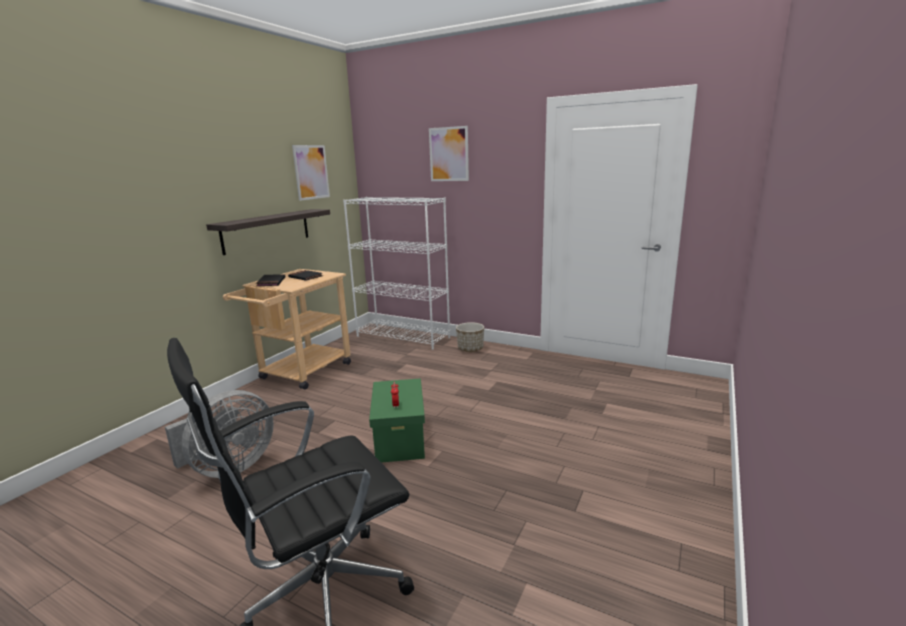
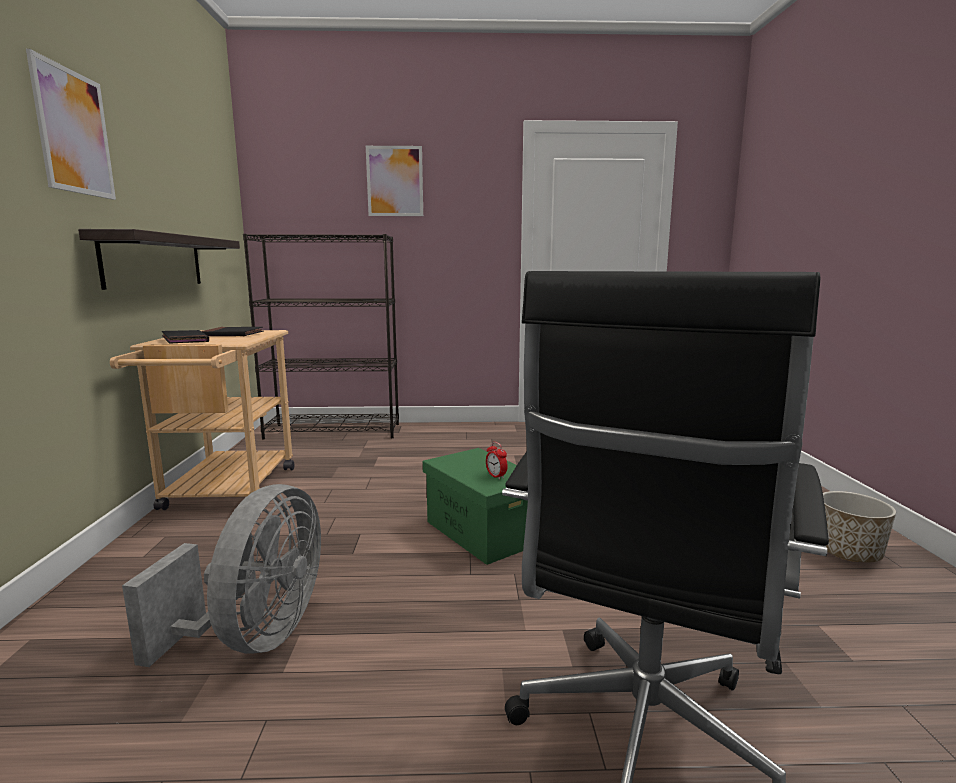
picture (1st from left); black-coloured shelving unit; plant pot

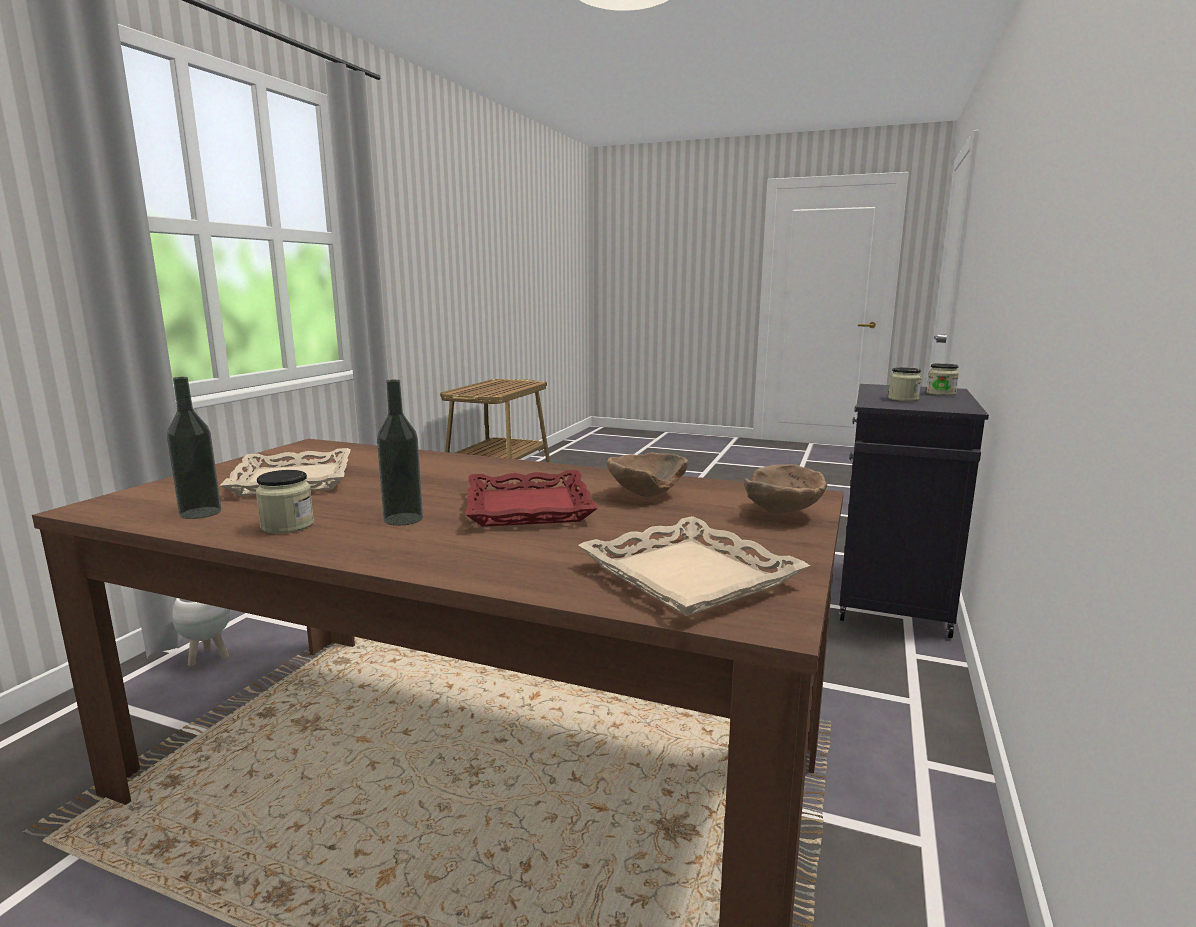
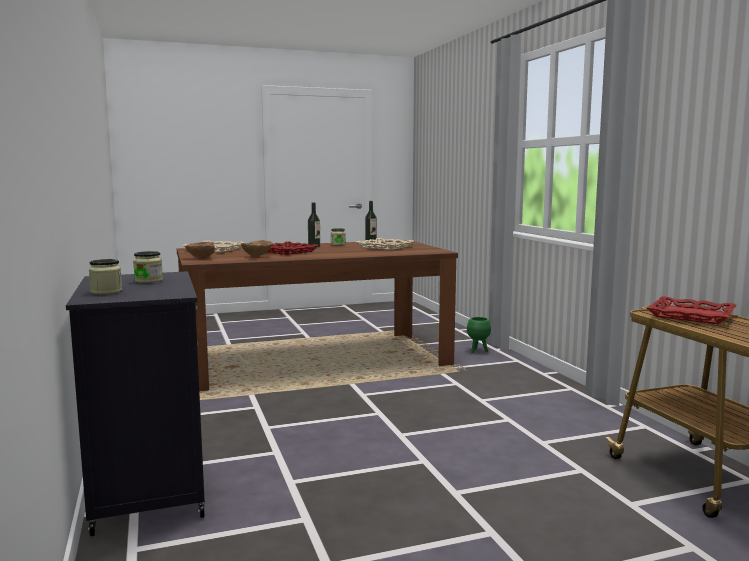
green plant pot; reddish carrying tray (2nd from left)

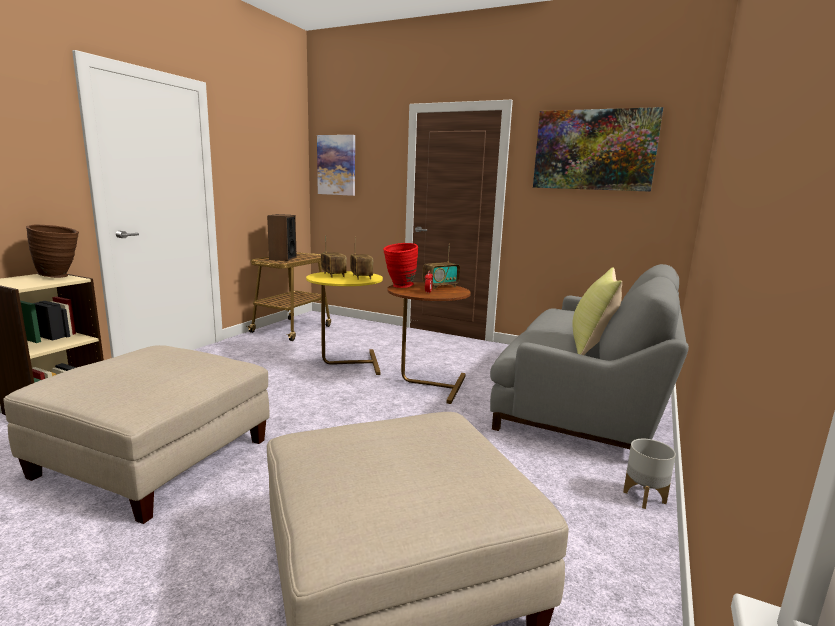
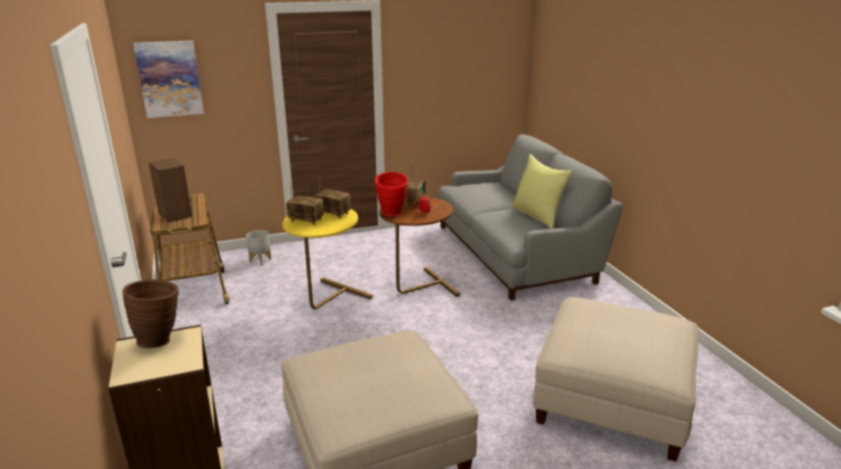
picture (2nd from left in the first image); grey plant pot

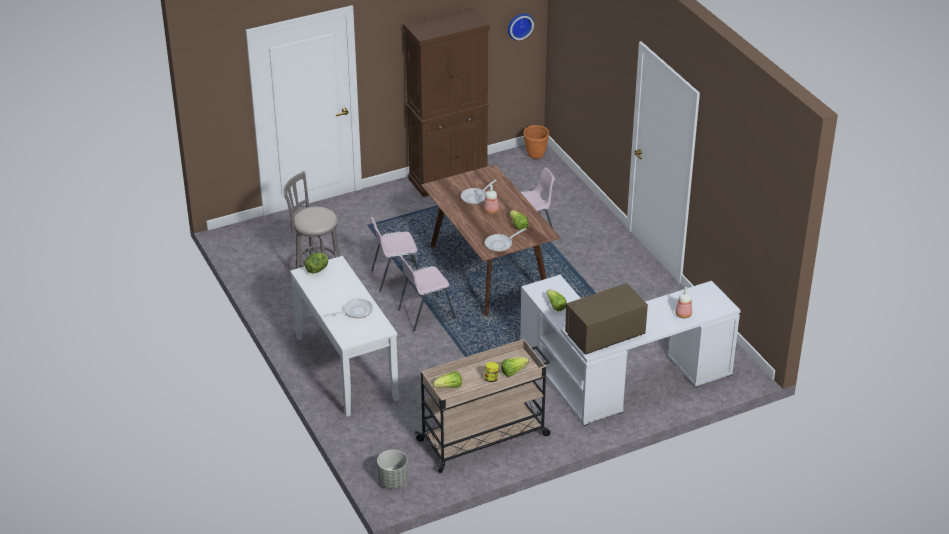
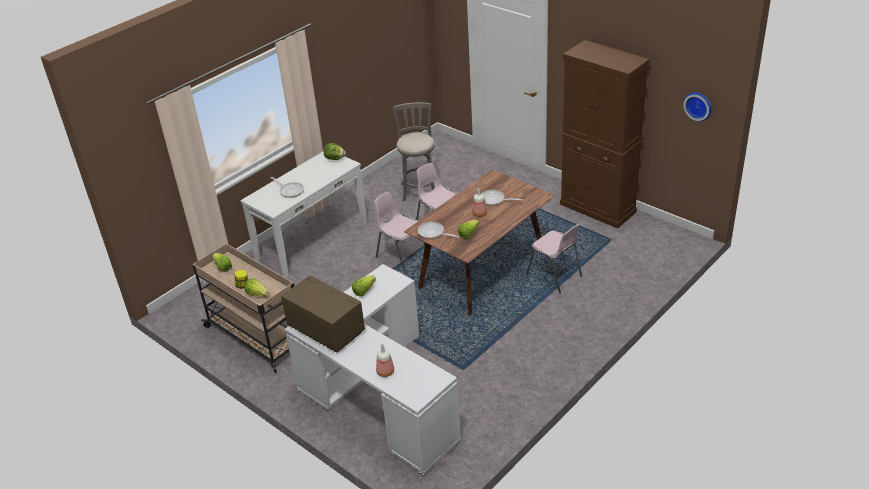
grey plant pot; orange-coloured plant pot

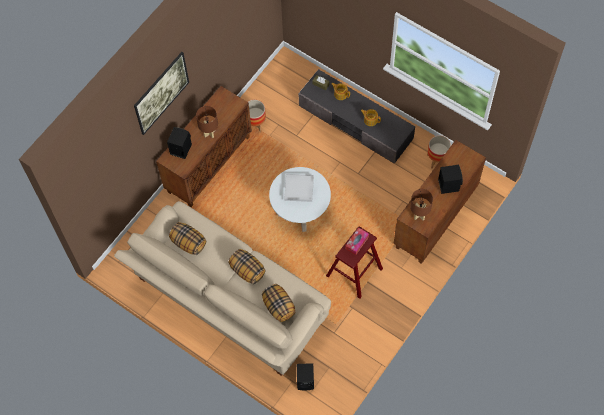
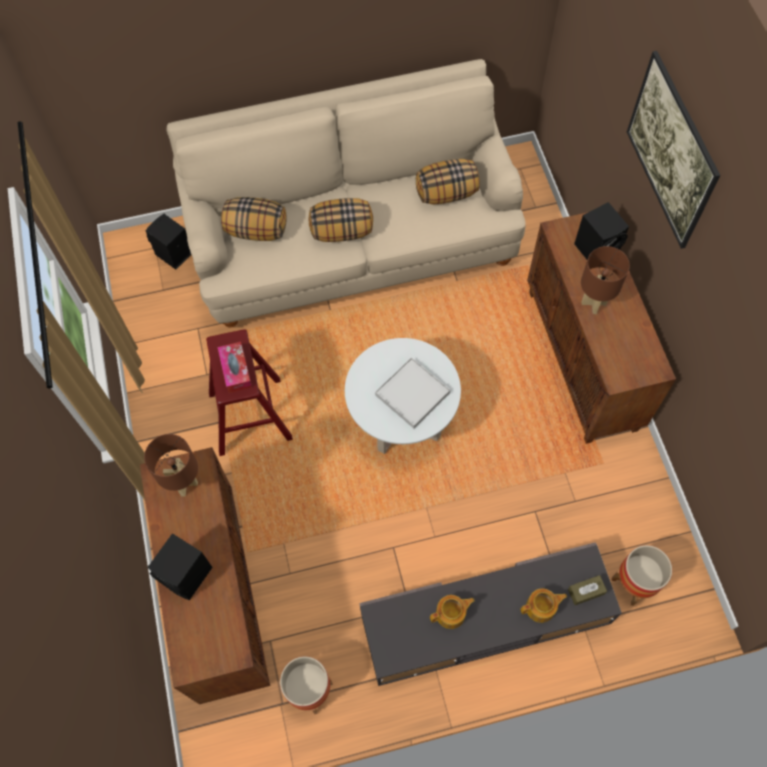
plant pot (2nd from left)

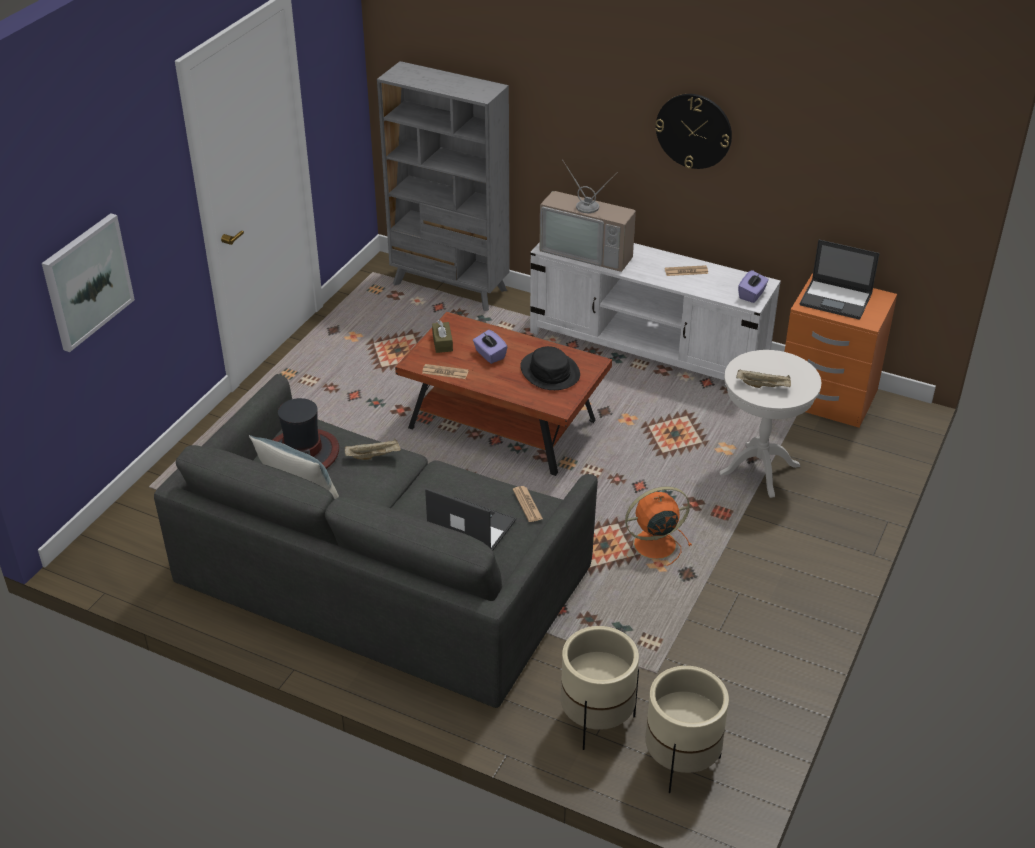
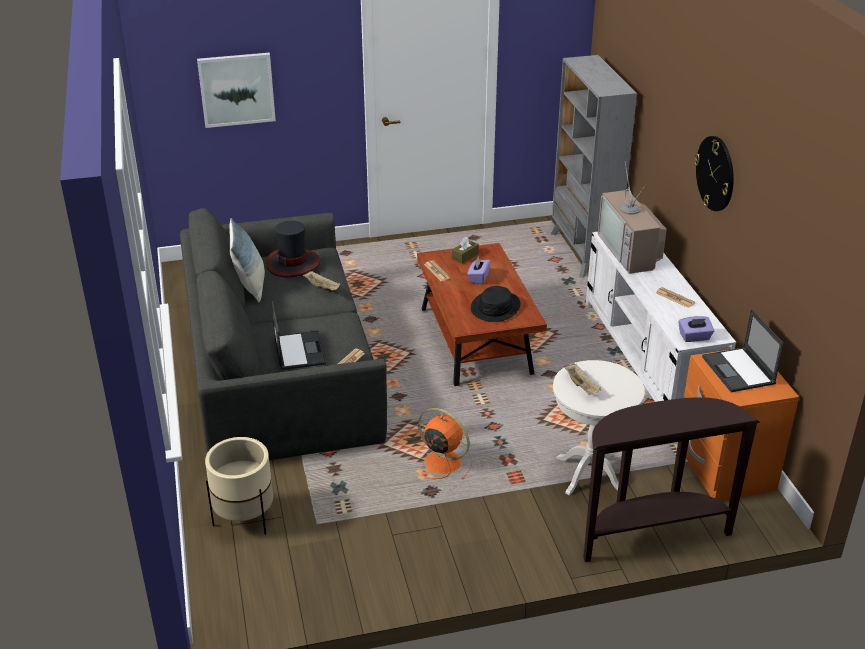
sand-coloured plant pot (2nd from left in the first image); brown narrow table

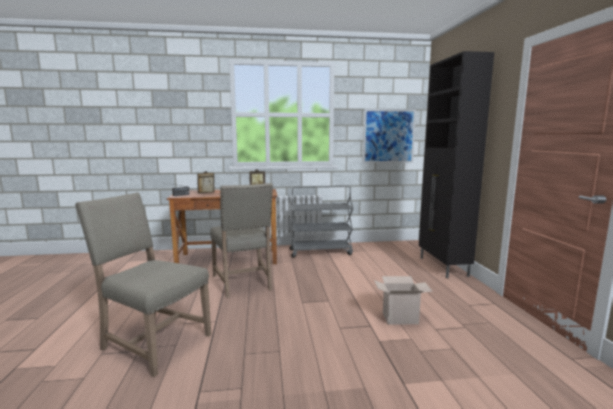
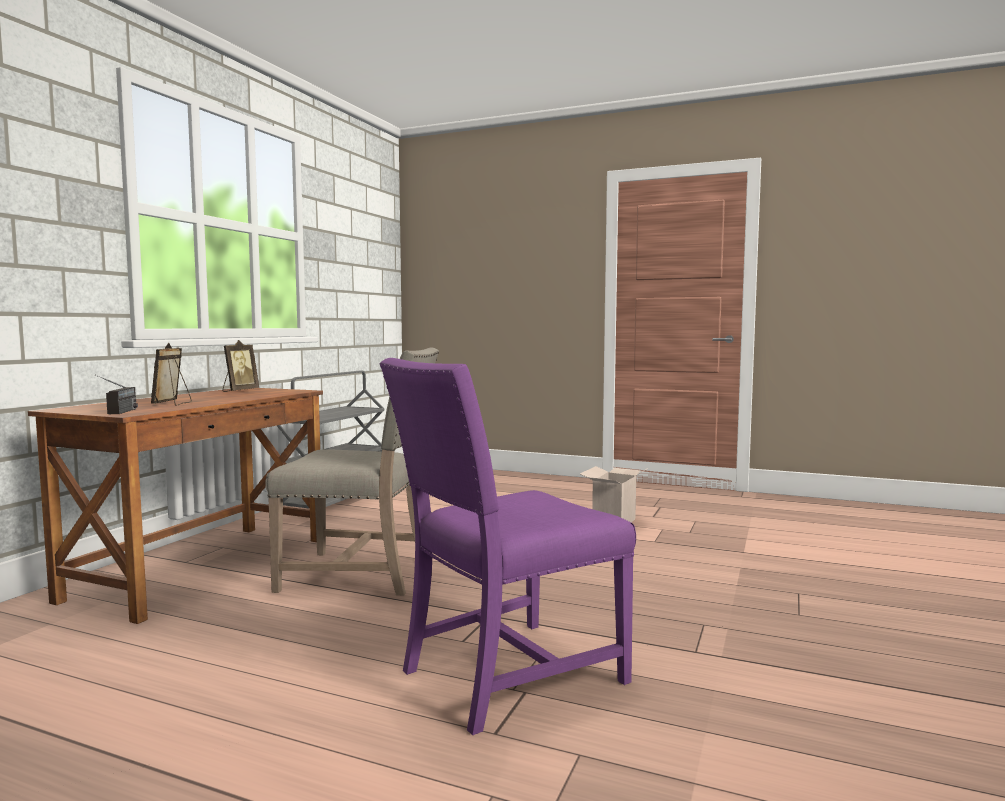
purple-coloured upright chair; picture; black-coloured cupboard

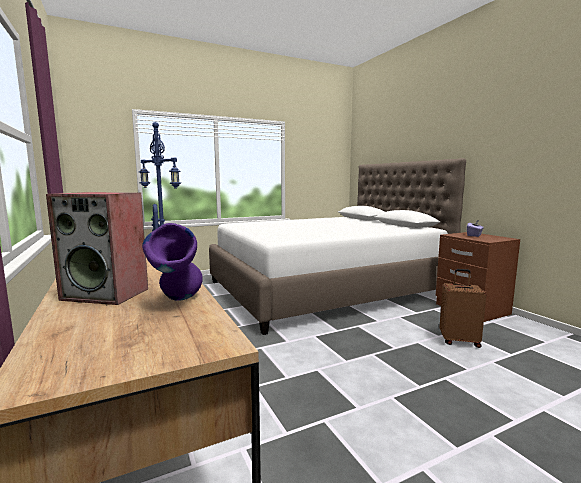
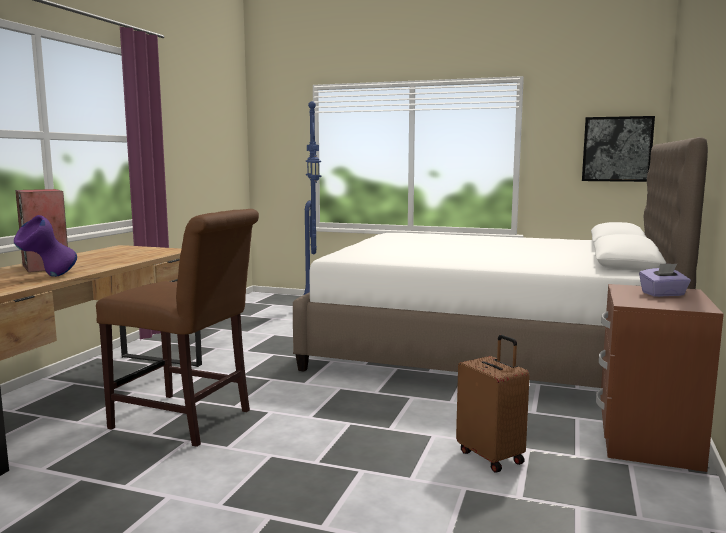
brown upright chair; picture

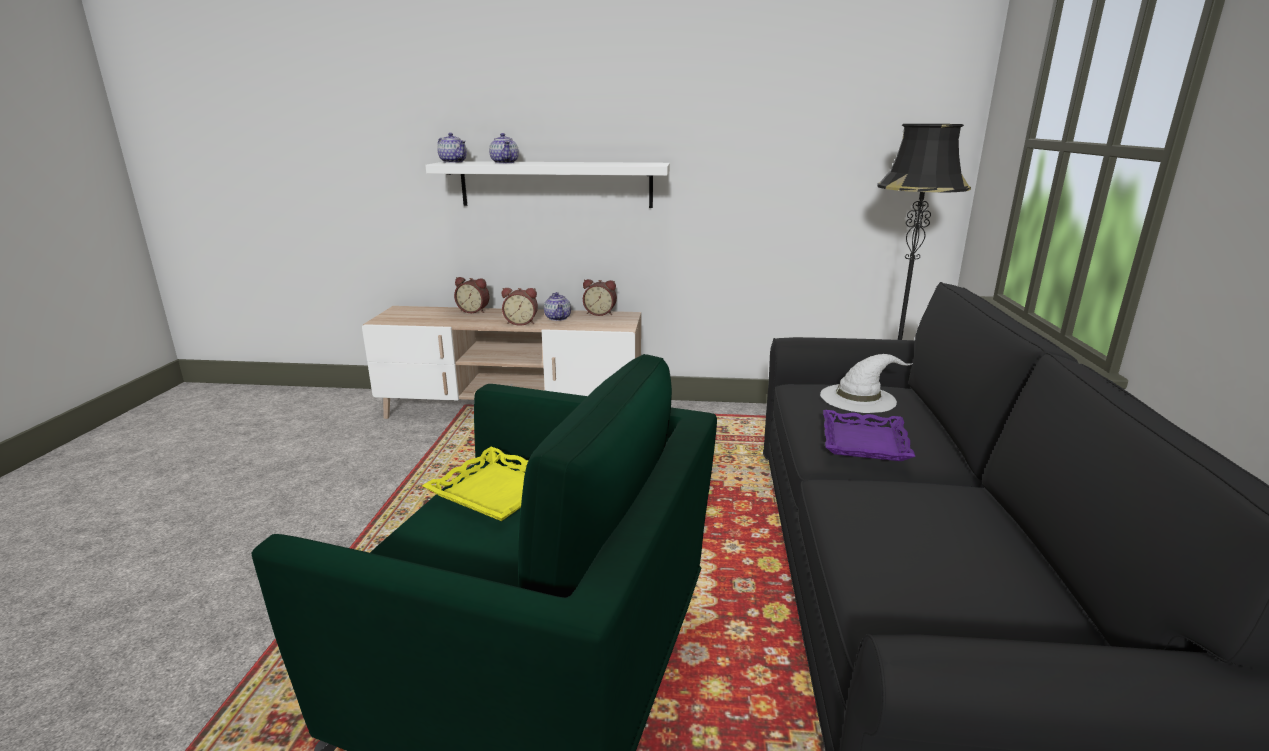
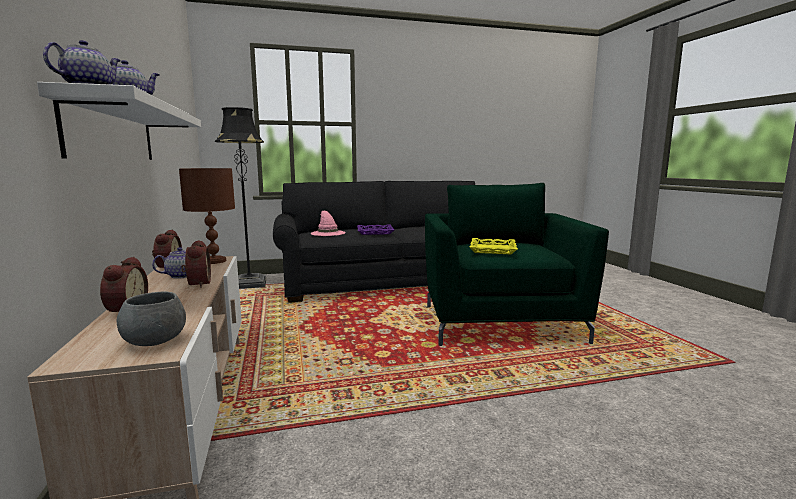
pink-coloured clothing hat; grey serving bowl; brown tabletop lamp

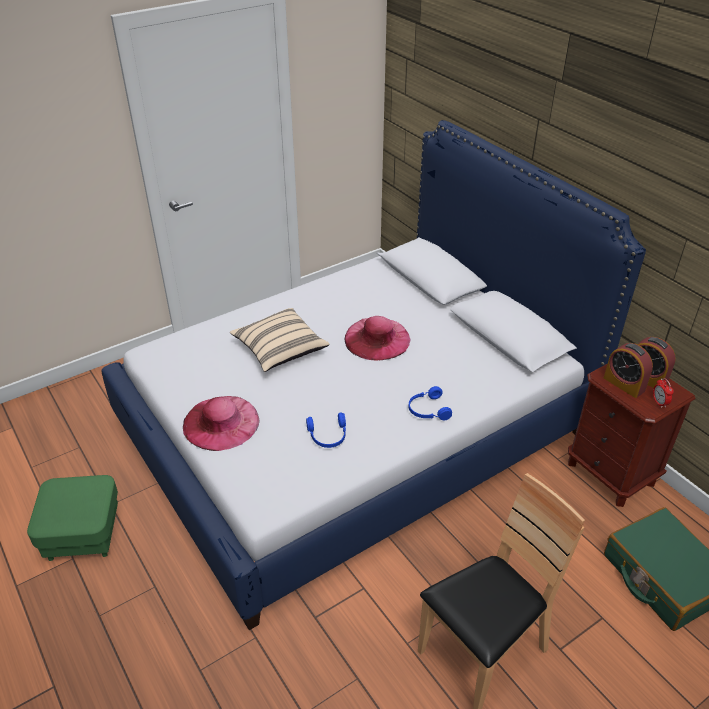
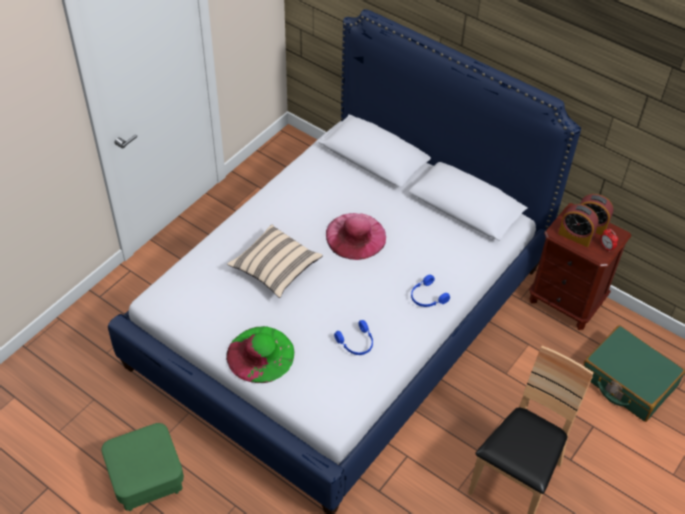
green clothing hat

